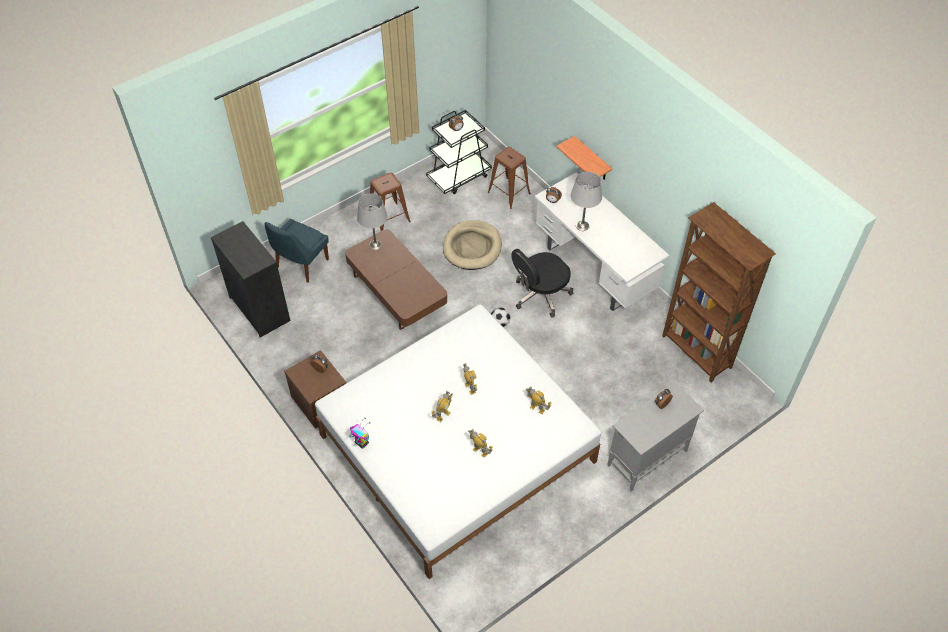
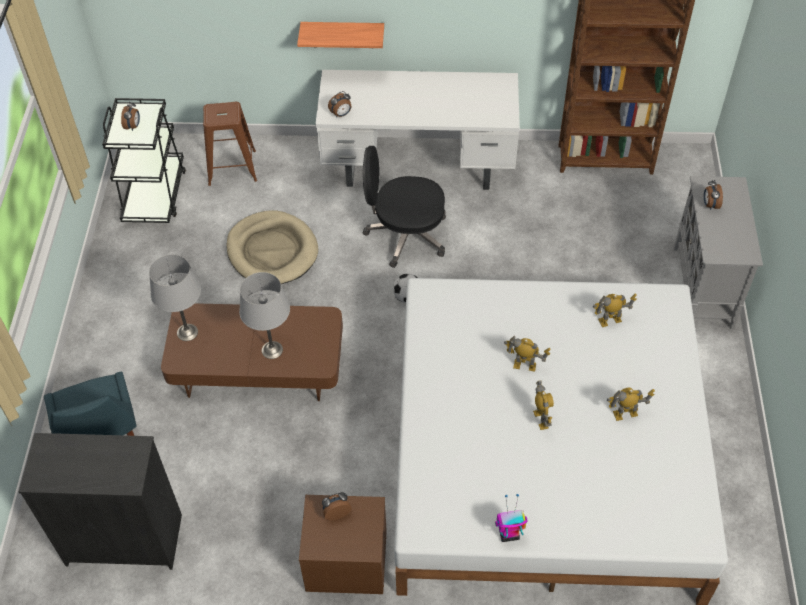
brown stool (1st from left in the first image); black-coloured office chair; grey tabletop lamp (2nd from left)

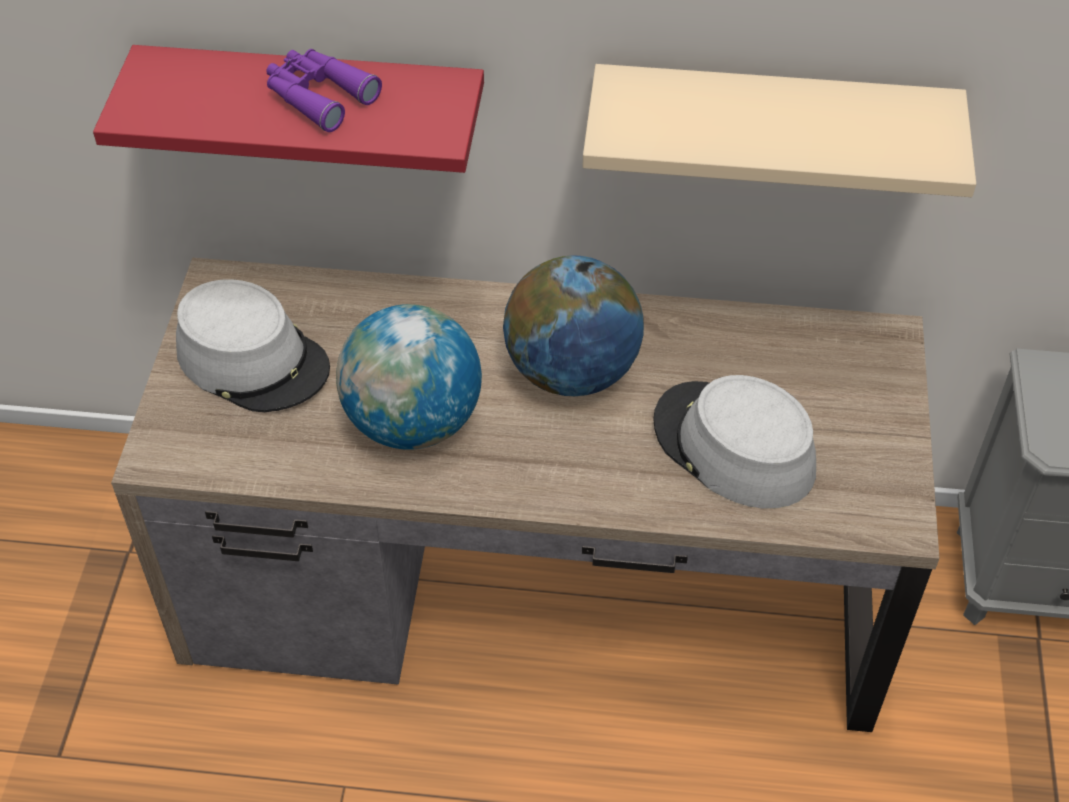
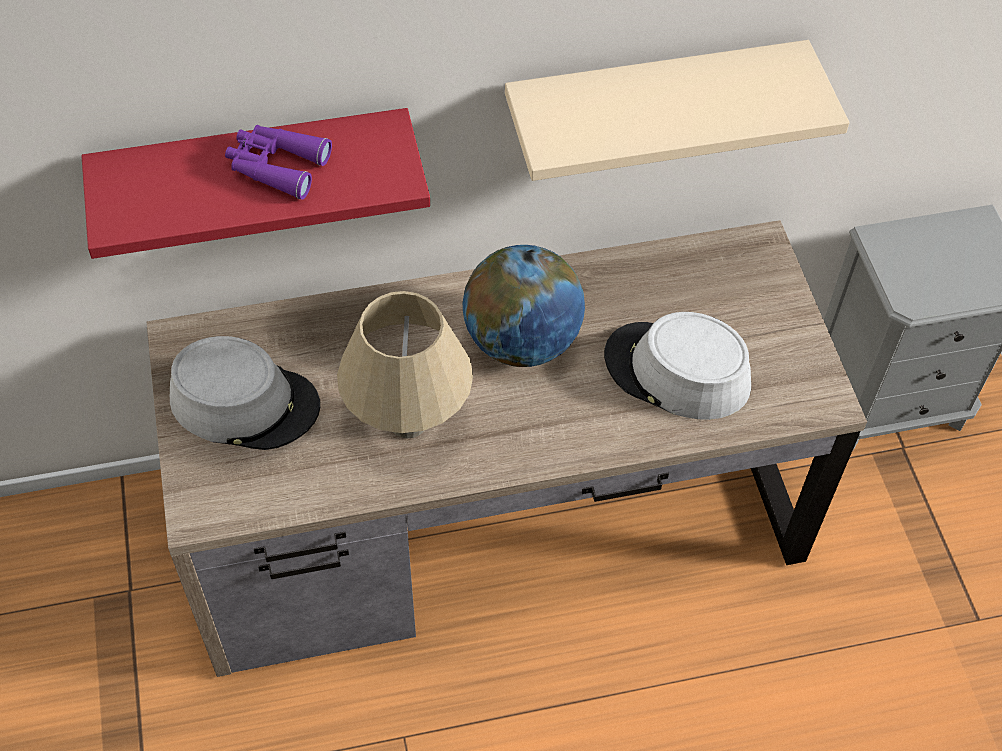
sand-coloured tabletop lamp

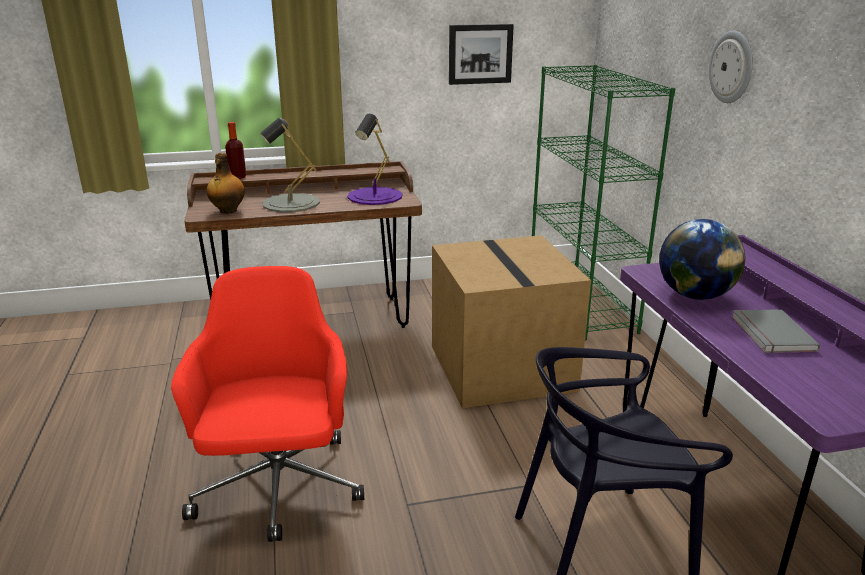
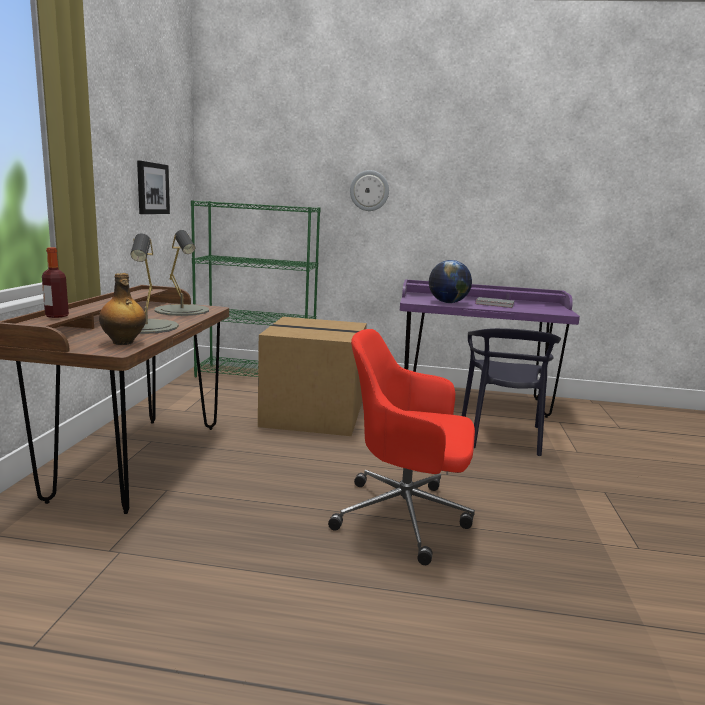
grey tabletop lamp (2nd from left)

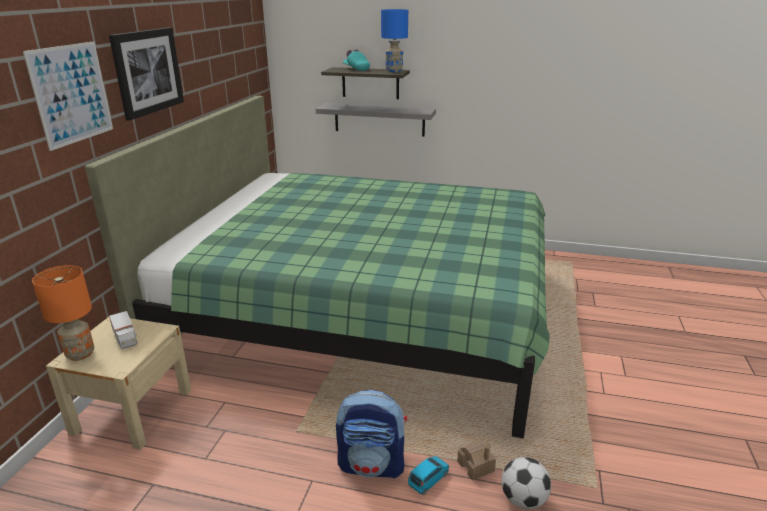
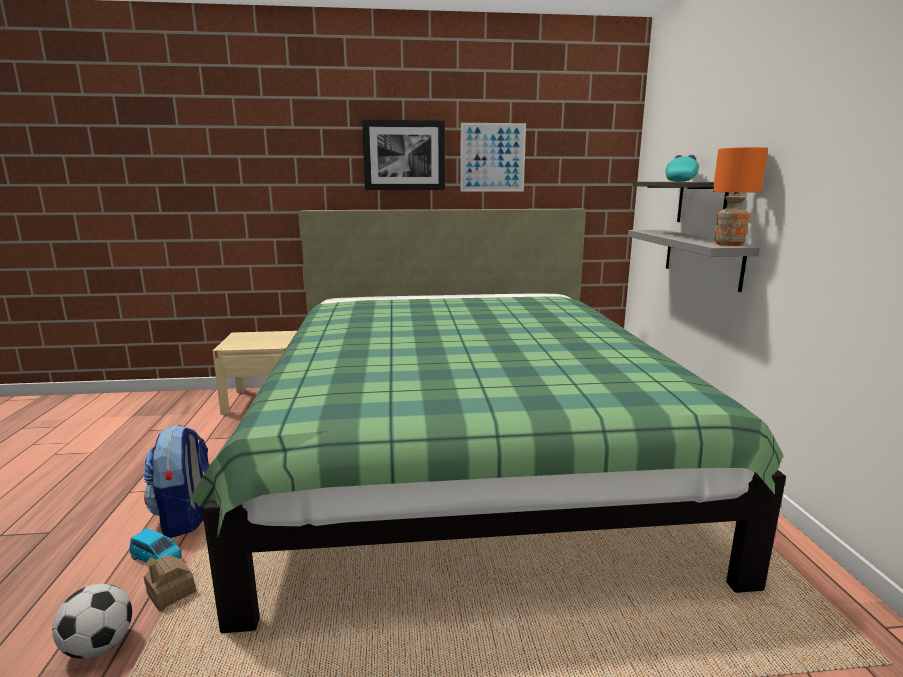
picture (2nd from left); orange-coloured tabletop lamp; toy lorry; blue-coloured tabletop lamp

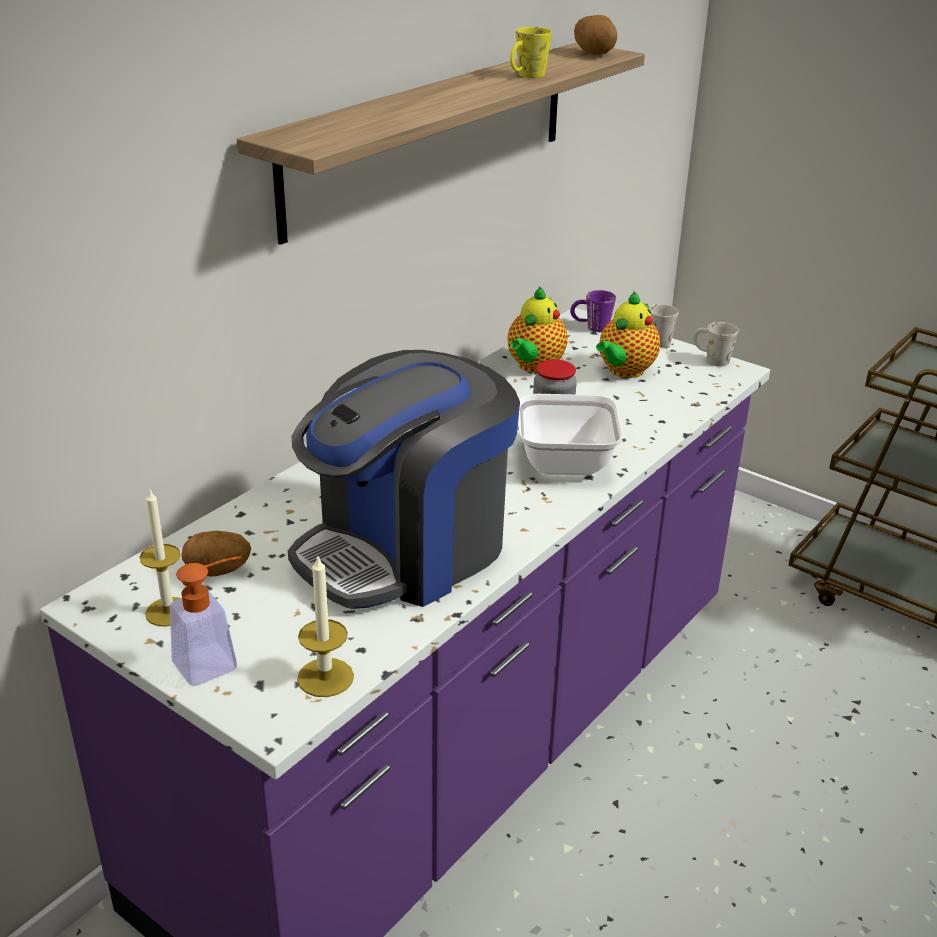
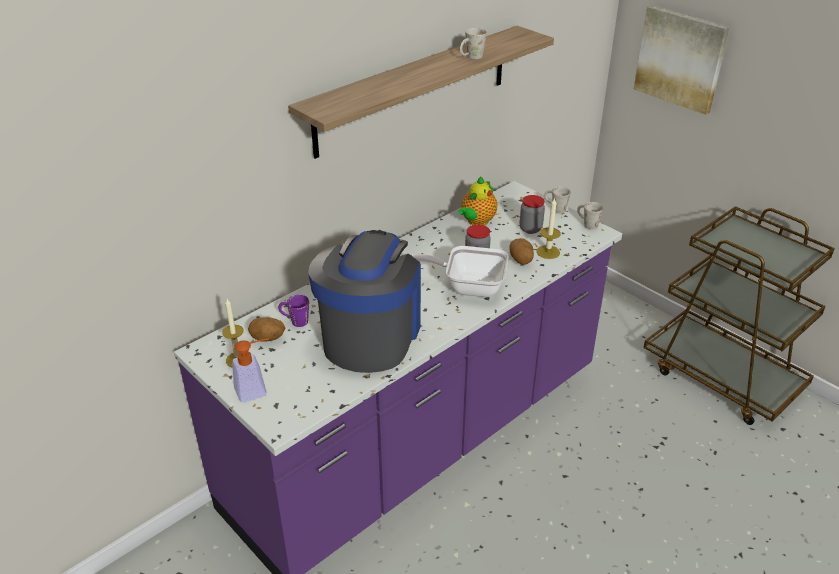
coffee brewer; wax light (2nd from left); white tea mug (1st from left); purple-coloured tea mug; potato (2nd from left); preserve jar (2nd from left); picture

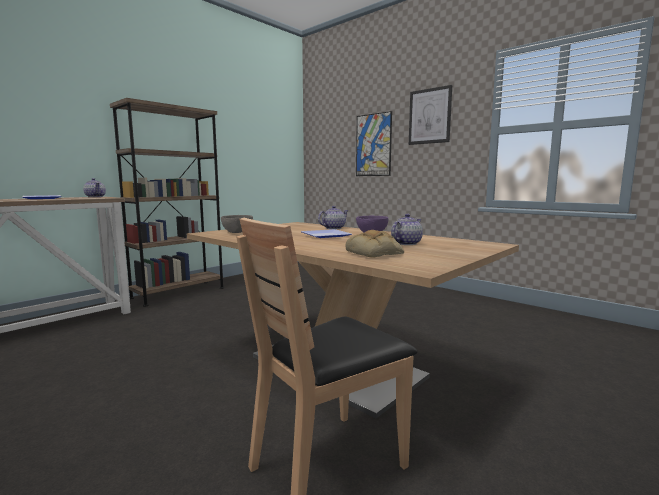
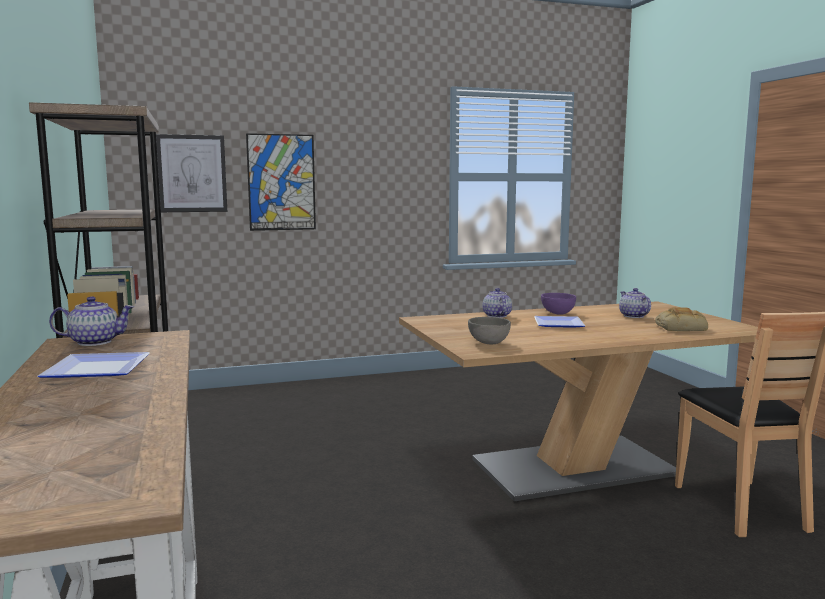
picture (1st from left)

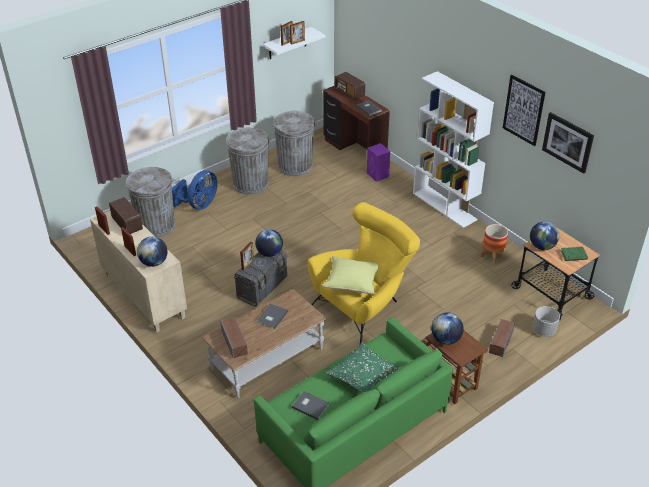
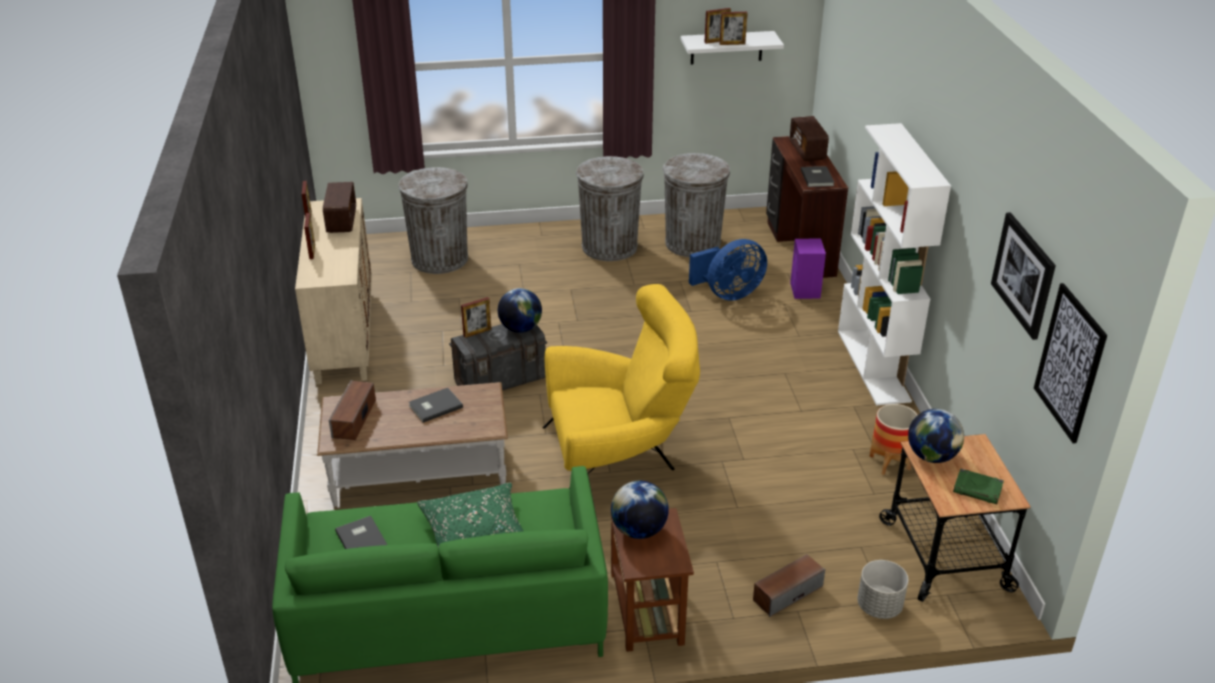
desk globe (1st from left in the first image); blue-coloured electric fan; yellow-coloured cushion; picture (2nd from left)

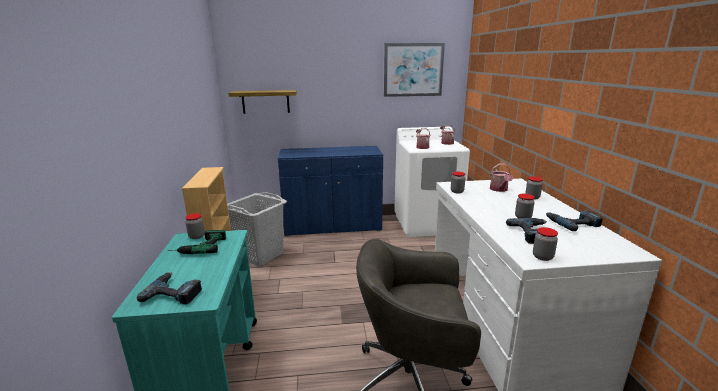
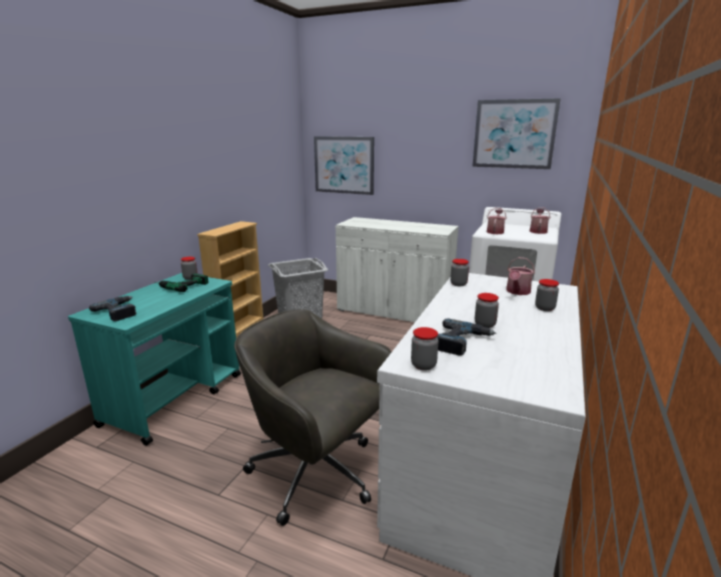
picture (1st from left); white cupboard; electric drill (4th from left in the first image)

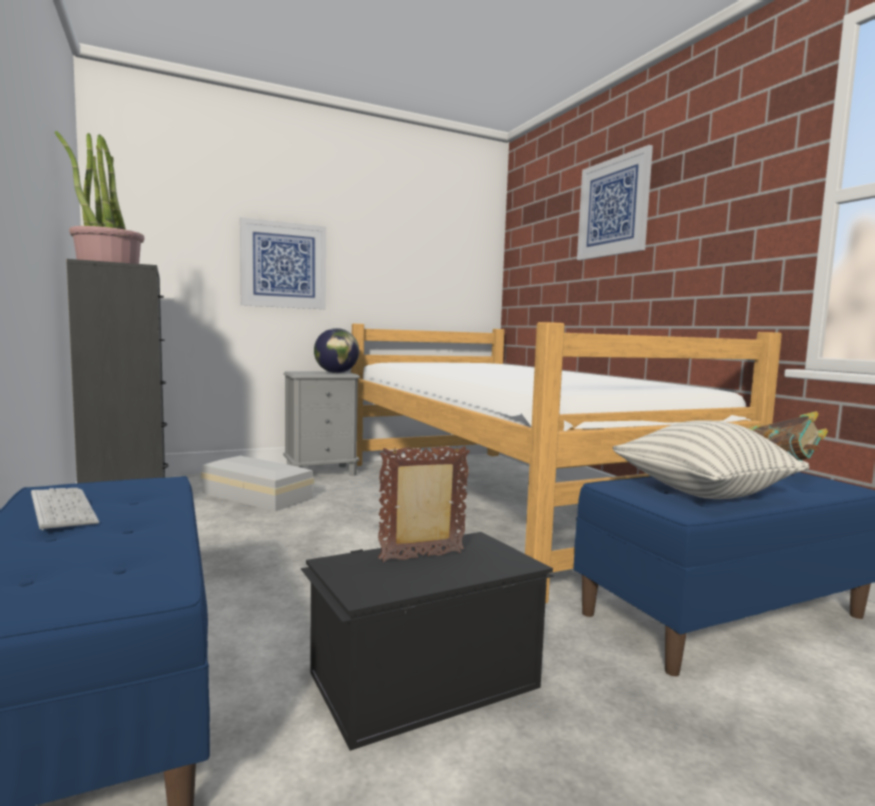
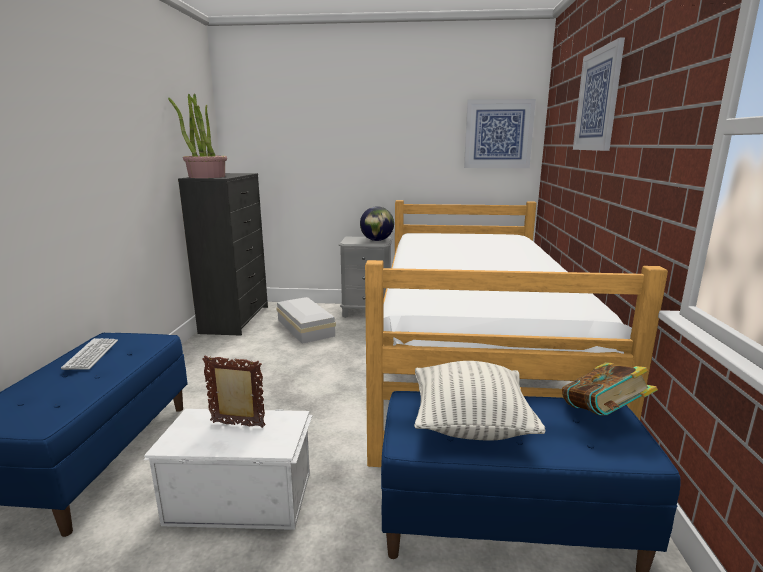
picture (1st from left); white storage bin (1st from left)

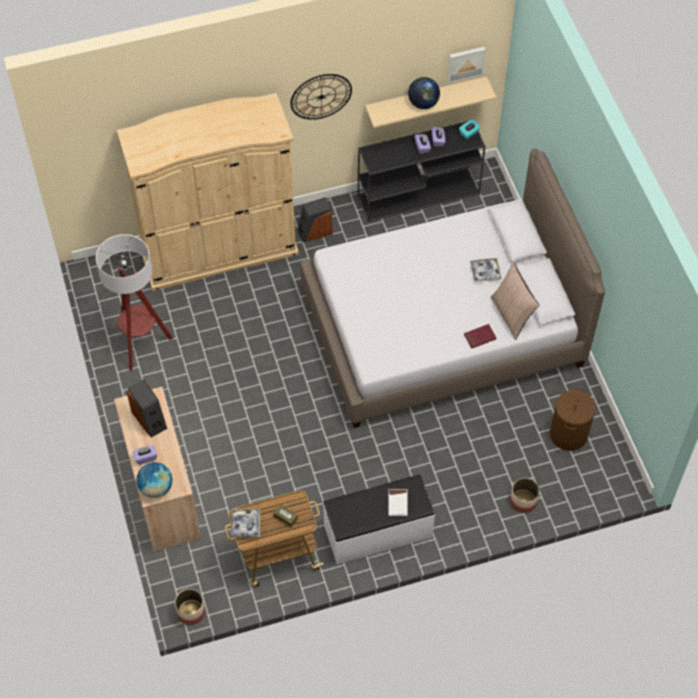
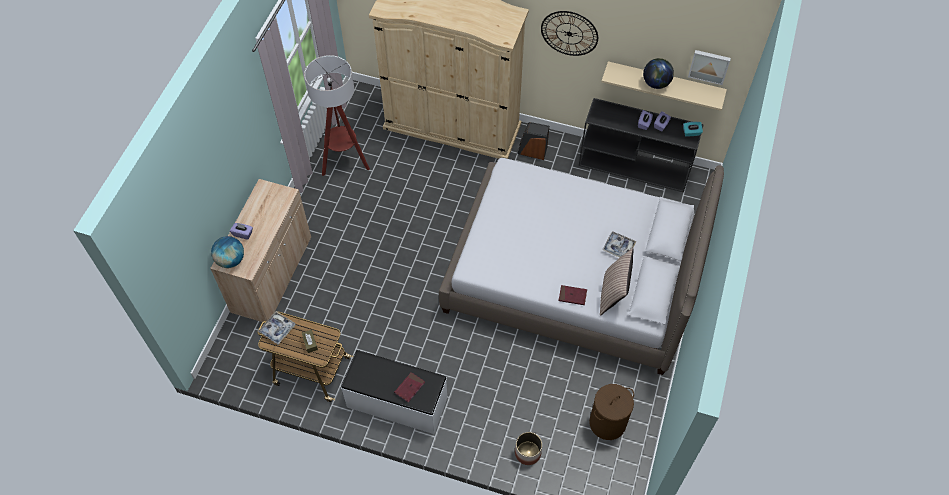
audio speaker (1st from left in the first image); plant pot (1st from left in the first image); reddish bound book (1st from left)

